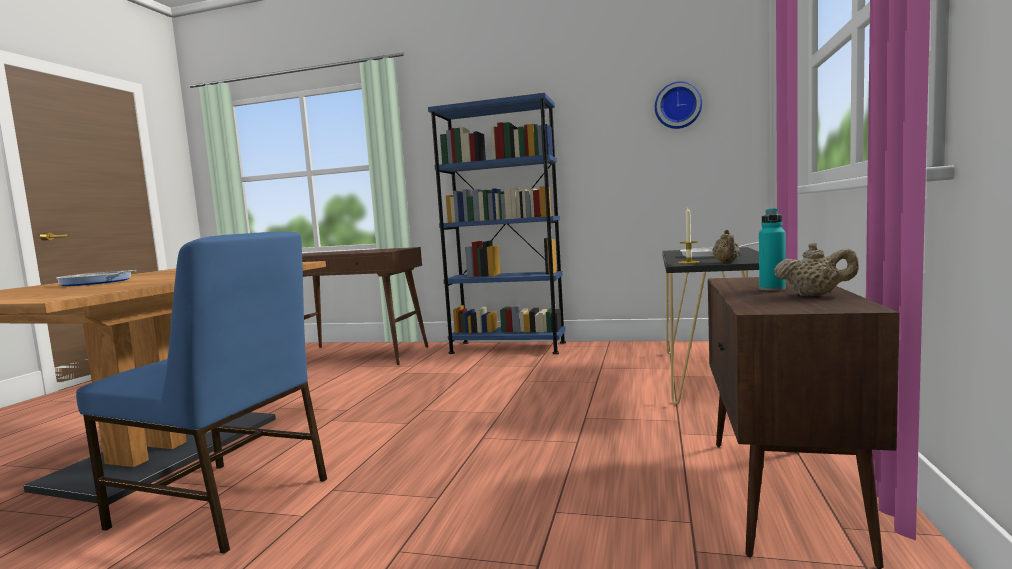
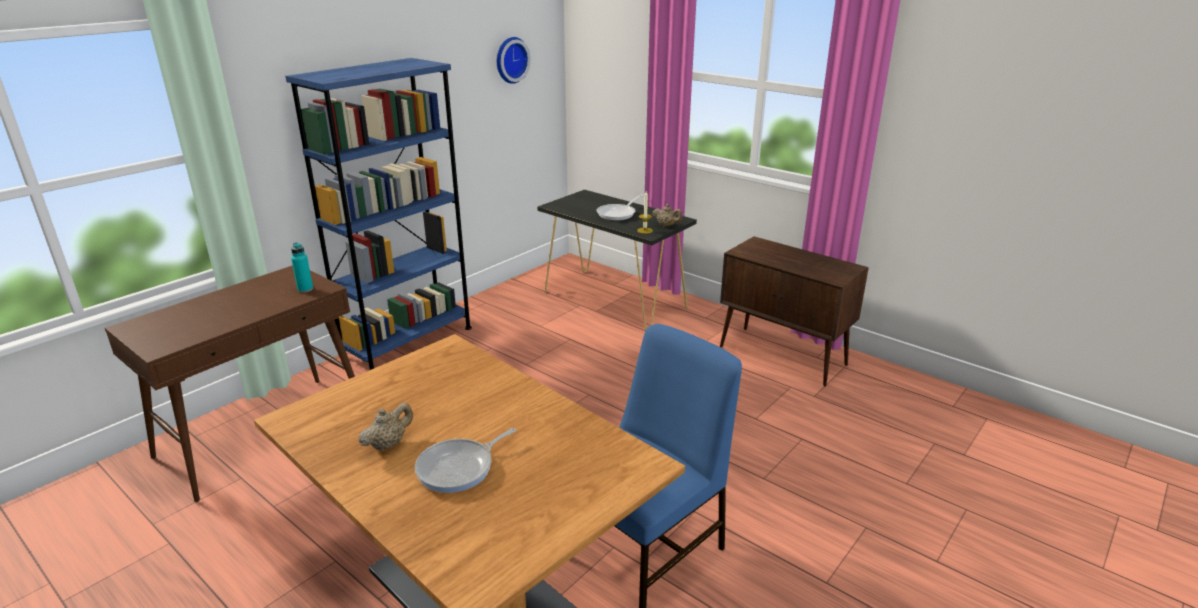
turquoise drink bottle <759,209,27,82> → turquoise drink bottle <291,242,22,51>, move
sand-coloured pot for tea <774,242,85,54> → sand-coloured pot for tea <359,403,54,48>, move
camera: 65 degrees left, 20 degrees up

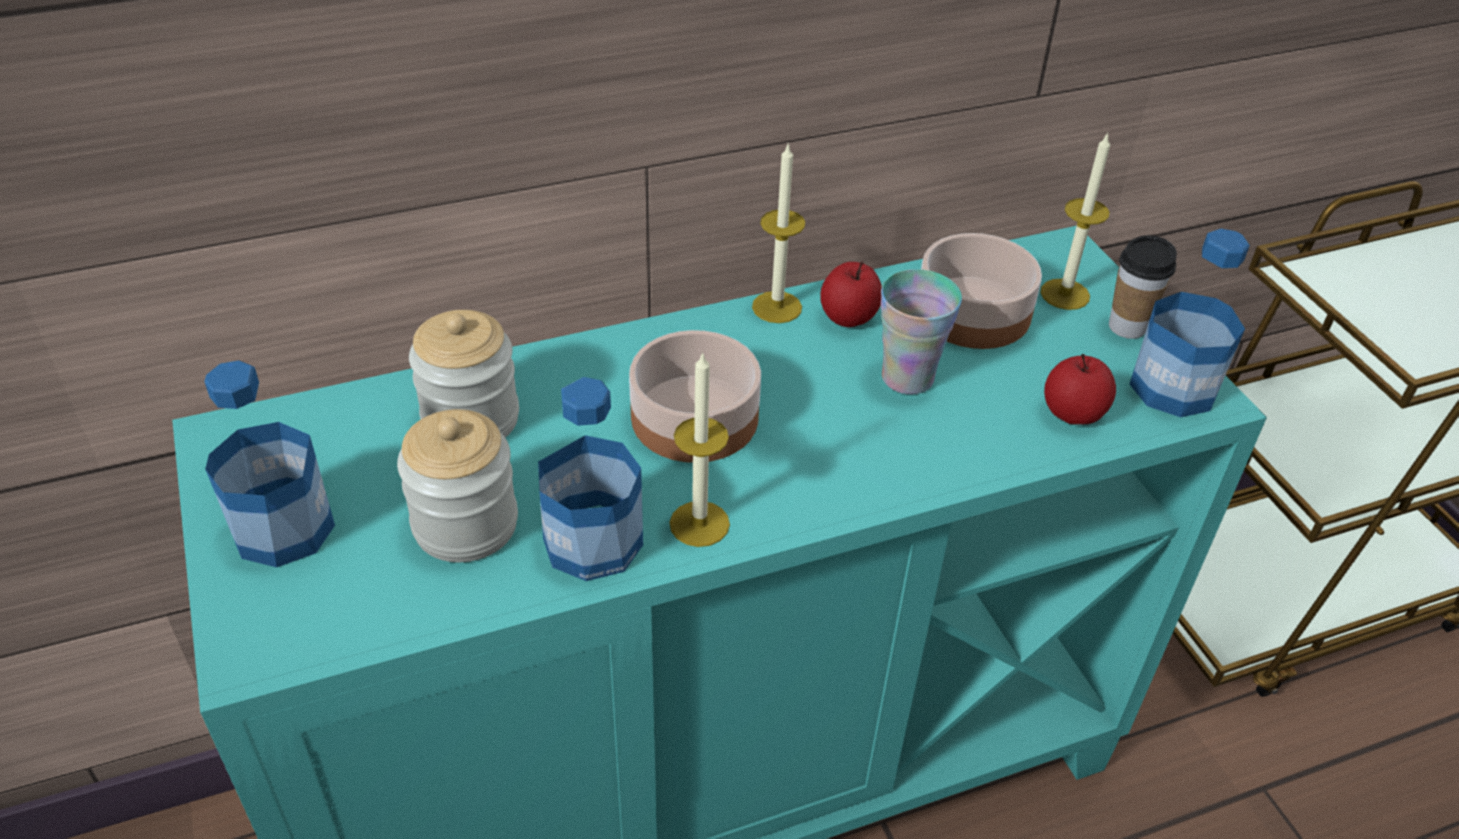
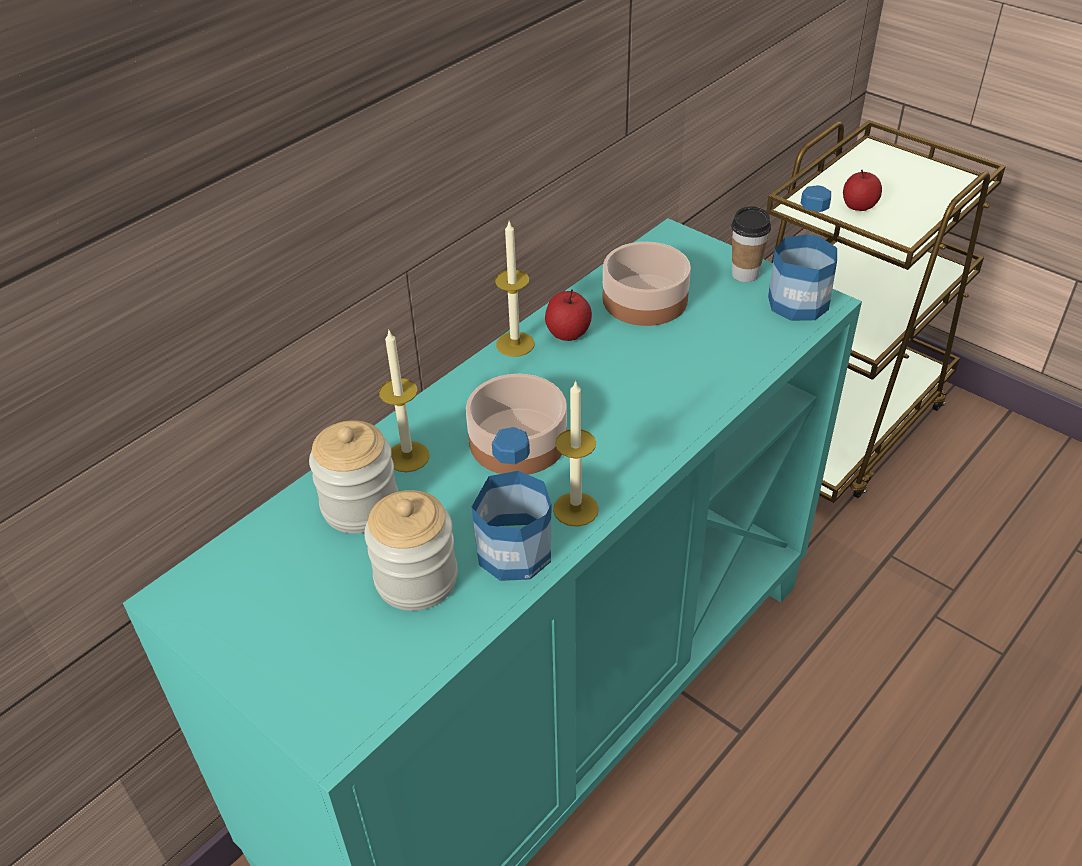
drink bottle <204,361,131,206> → -
drinking cup <881,269,81,126> → -
wax light <1040,132,70,178> → wax light <379,329,51,143>, move
apple <1044,354,72,71> → apple <843,170,39,41>, move
camera: 25 degrees left, 0 degrees up

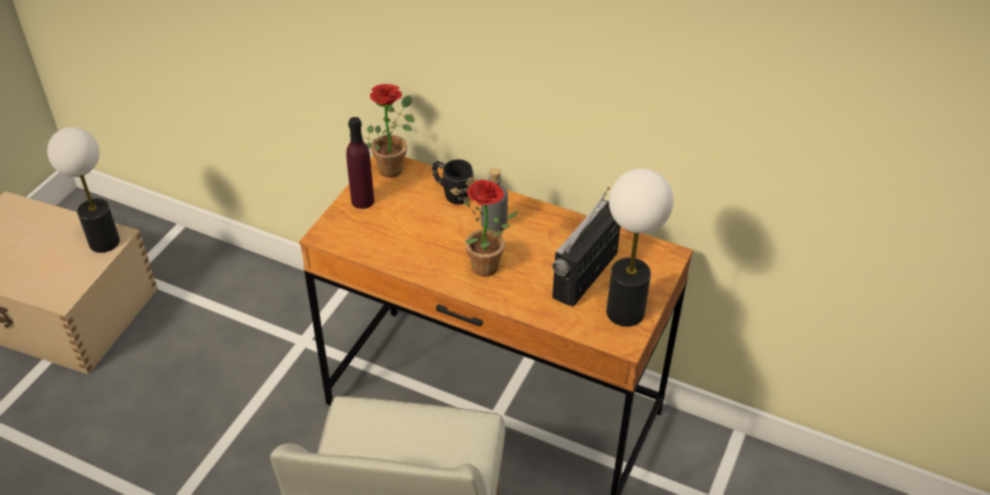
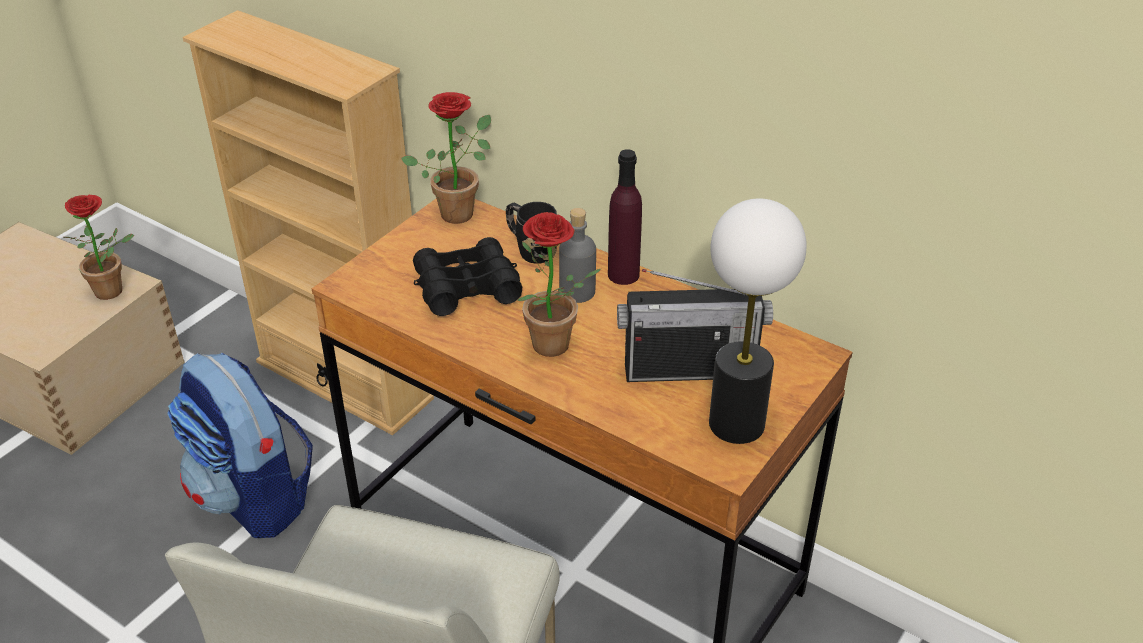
- → backpack <167,353,146,185>
- → sand-coloured bookshelf <182,10,252,425>
- → black pair of binoculars <413,237,109,79>
purplish drink bottle <346,117,28,92> → purplish drink bottle <608,149,34,136>, move
table lamp <47,127,73,126> → houseplant <63,195,71,105>
radio receiver <552,187,69,119> → radio receiver <617,269,156,113>, 135 degrees counterclockwise
camera: 10 degrees right, 5 degrees down

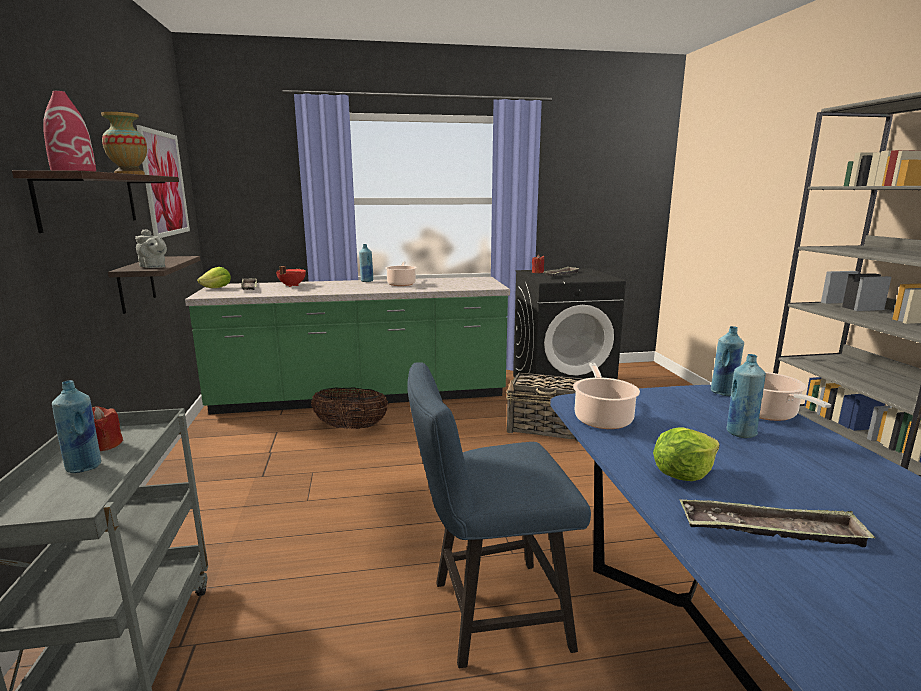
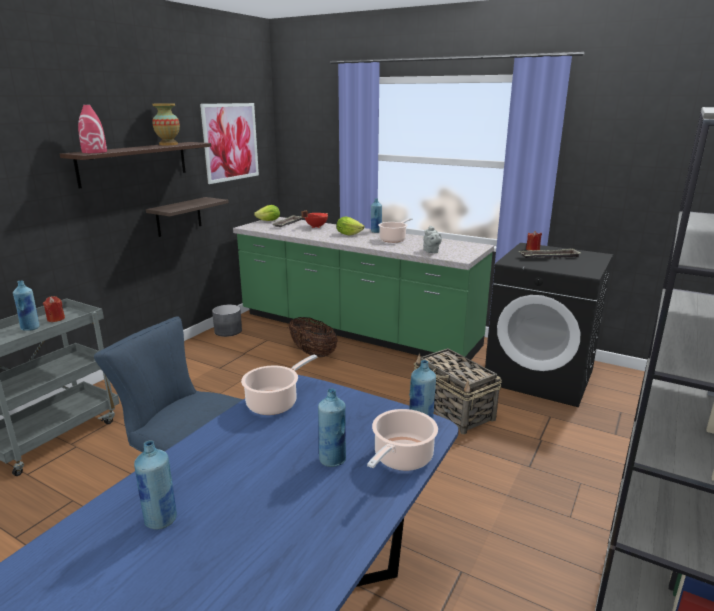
- → grey planter <212,305,30,32>
grey pot for tea <135,229,32,39> → grey pot for tea <423,226,19,27>, move
lettuce head <653,427,67,54> → lettuce head <336,217,28,19>, move
tray <679,499,196,48> → blue-coloured drink bottle <134,440,43,90>
camera: 40 degrees right, 5 degrees up

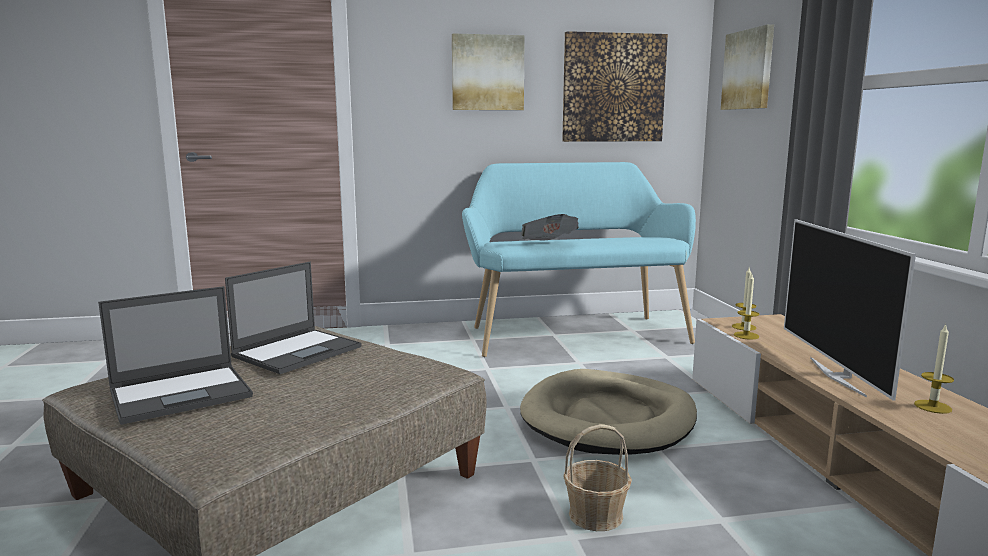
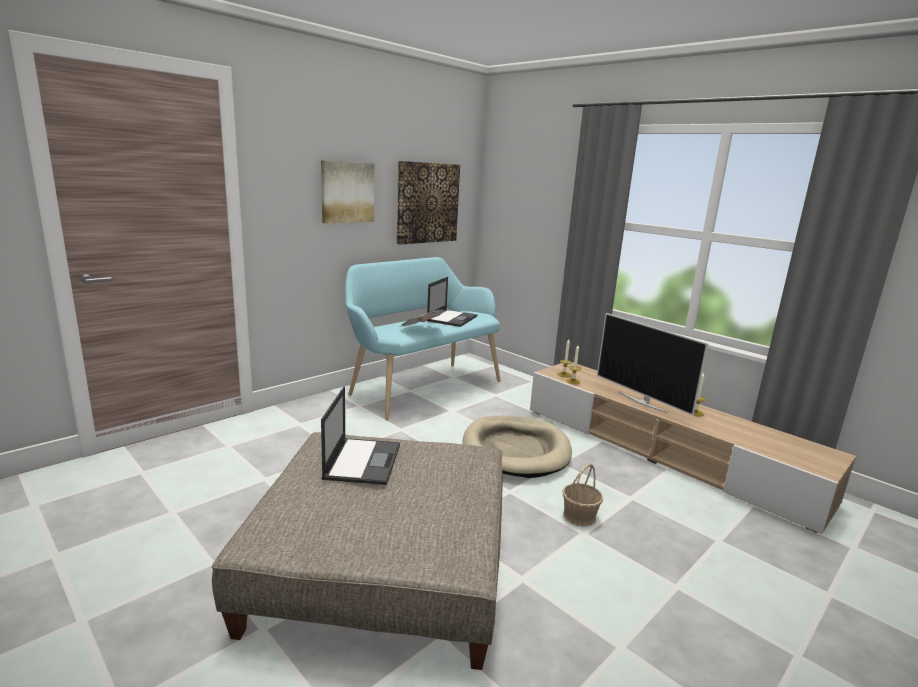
picture <721,24,53,86> → -
portable computer <98,286,155,139> → portable computer <426,277,51,50>, move
camera: 35 degrees left, 5 degrees up

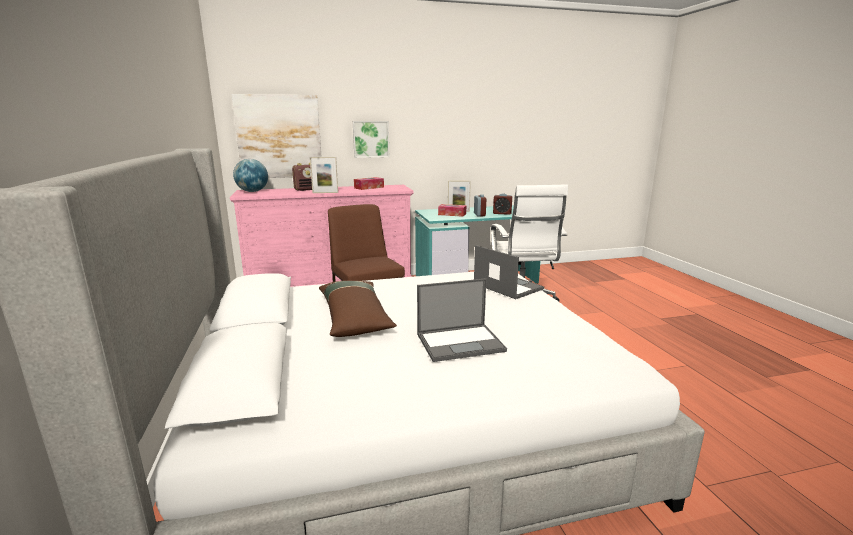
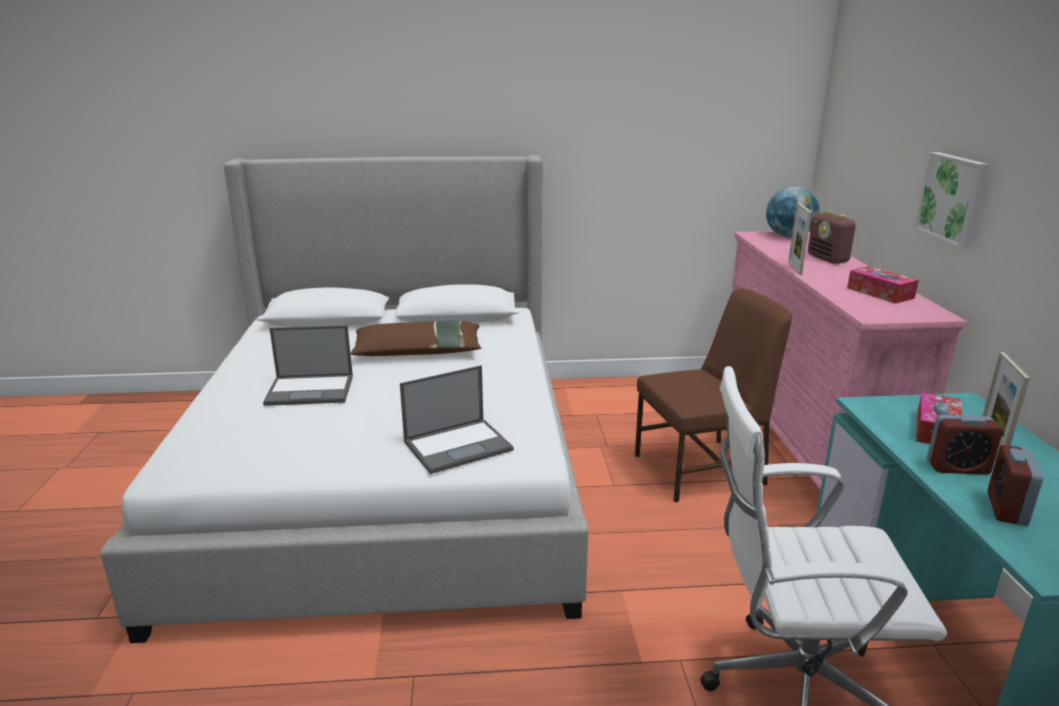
picture <231,94,91,84> → -
portable computer <417,278,90,84> → portable computer <263,325,90,81>, 90 degrees counterclockwise
camera: 100 degrees right, 5 degrees up

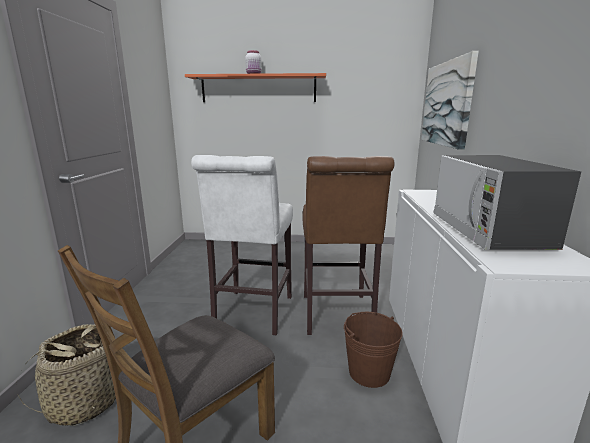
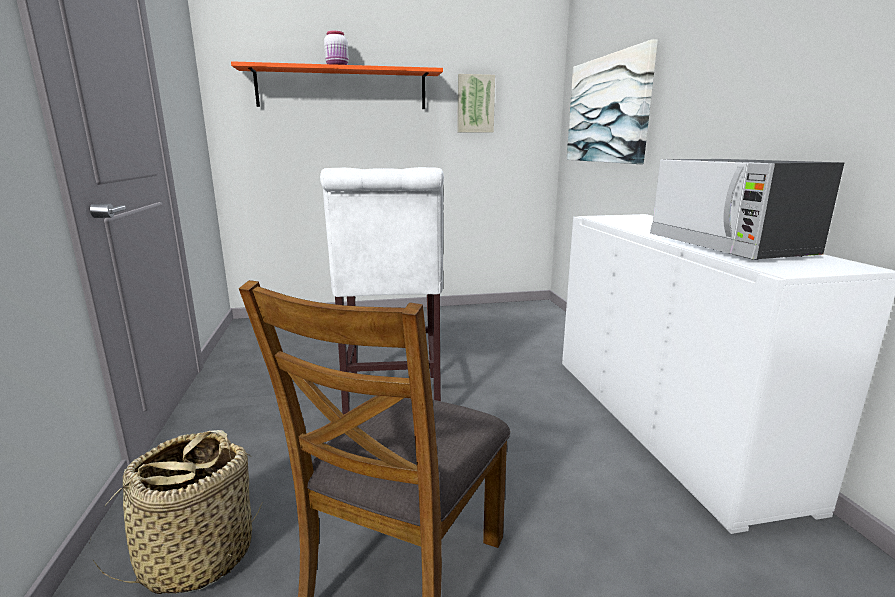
brown sitting stool <302,156,93,179> → -
brown pail <344,312,59,76> → -
- → picture <458,74,37,59>
camera: 15 degrees left, 0 degrees up

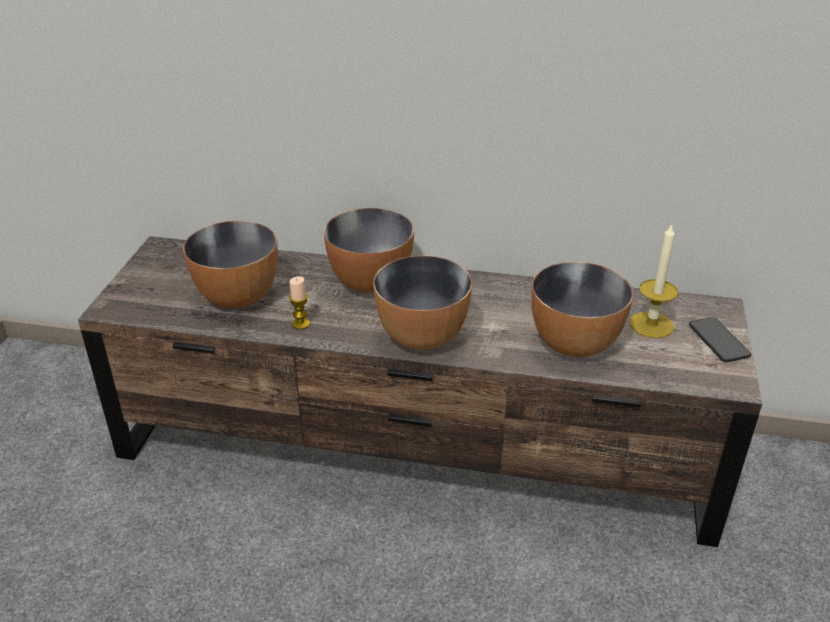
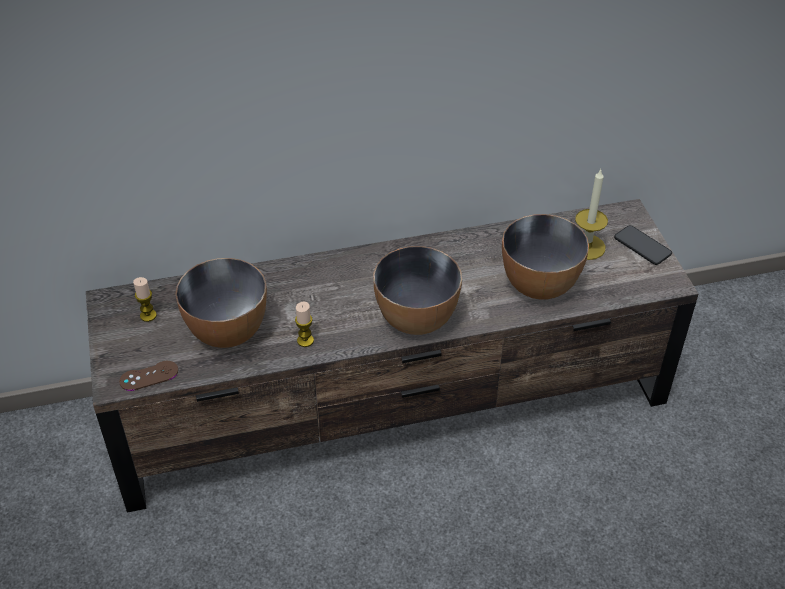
serving bowl <324,208,90,85> → -
- → brown game controller <119,361,59,30>
- → wax light <133,277,24,45>
camera: 25 degrees left, 10 degrees up

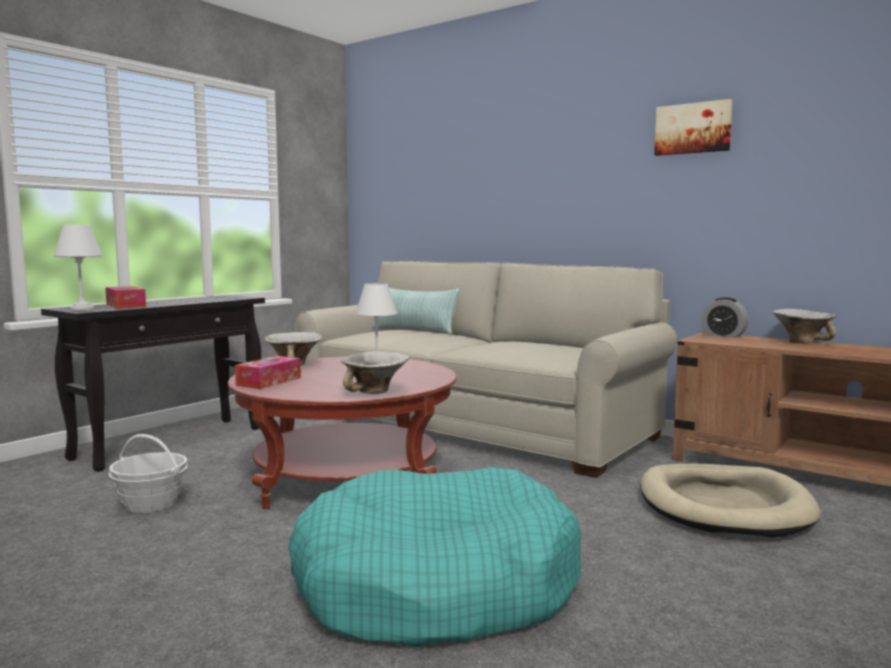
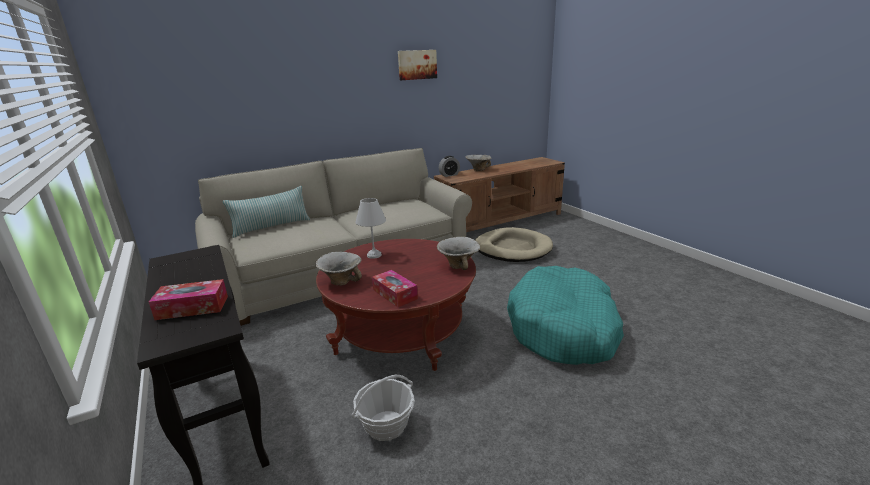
white table lamp <54,224,49,87> → -
camera: 65 degrees left, 15 degrees up

